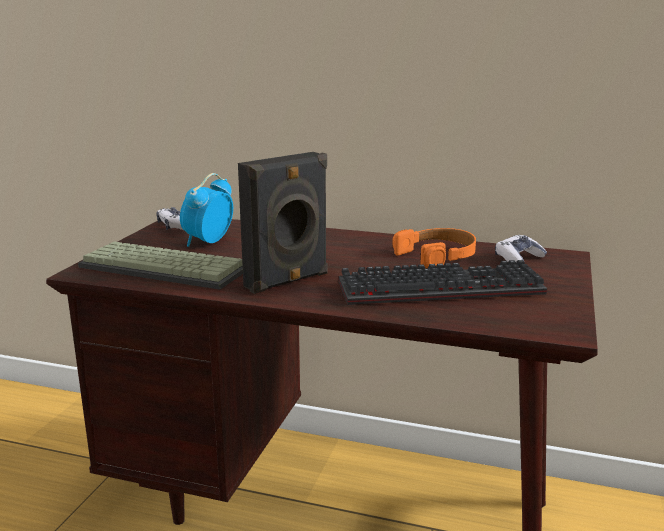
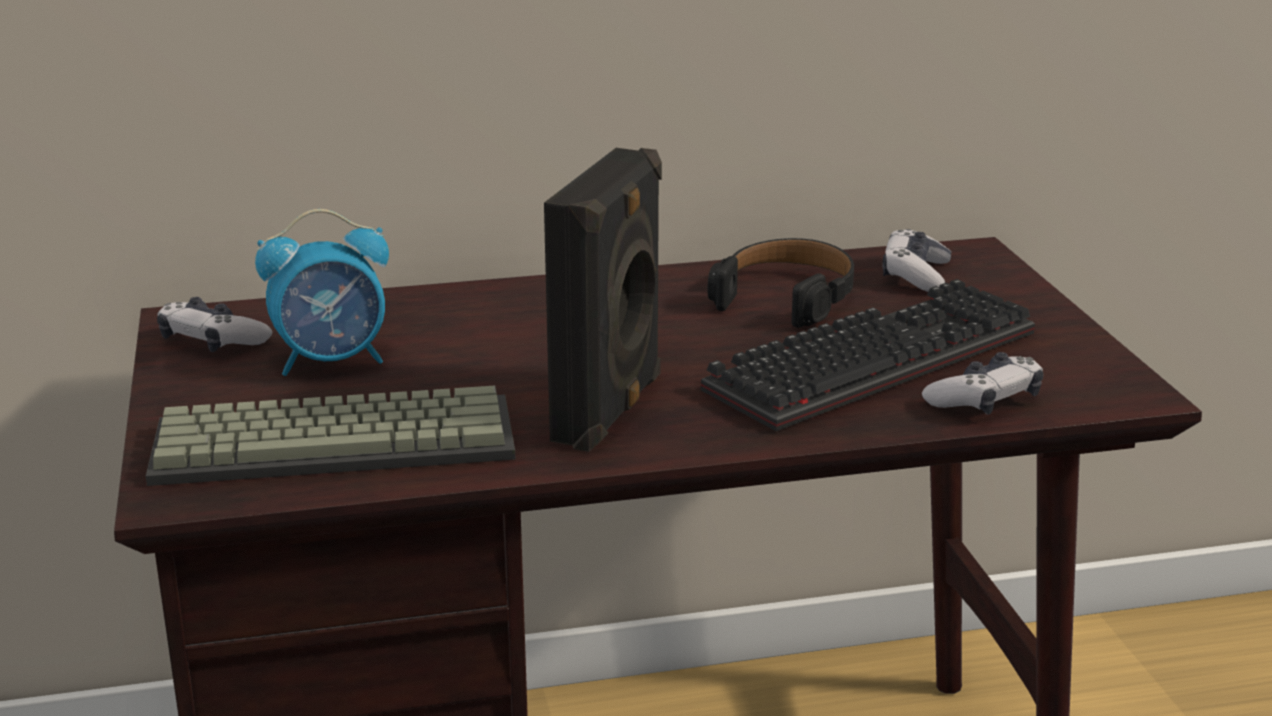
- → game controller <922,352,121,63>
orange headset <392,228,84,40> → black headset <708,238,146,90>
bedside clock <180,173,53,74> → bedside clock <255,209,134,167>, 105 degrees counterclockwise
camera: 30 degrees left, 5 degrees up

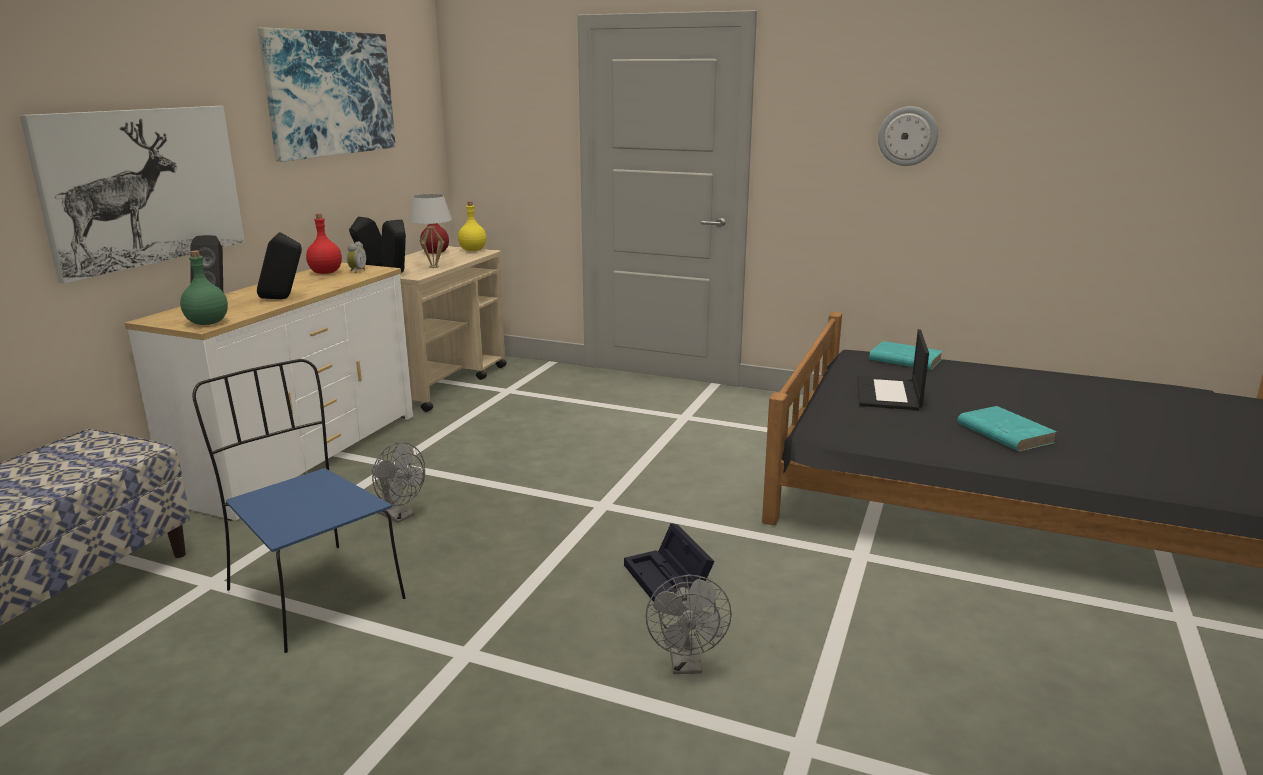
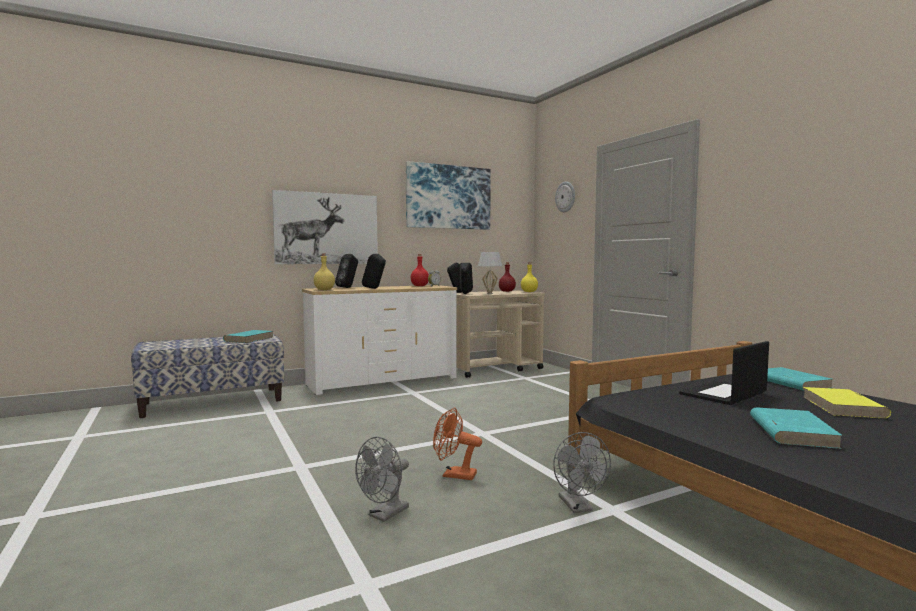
blue-coloured plain chair <192,359,214,294> → -
- → turquoise volume <223,330,50,13>
- → yellowish volume <803,387,88,31>
grey electric fan <372,442,53,81> → grey electric fan <553,432,58,81>, move
clock on the wall <878,106,60,60> → clock on the wall <555,181,20,31>, move
black storage bin <624,523,91,79> → orange electric fan <433,408,49,72>
green drink bottle <180,250,48,75> → yellowish drink bottle <313,253,22,37>
camera: 40 degrees right, 15 degrees down

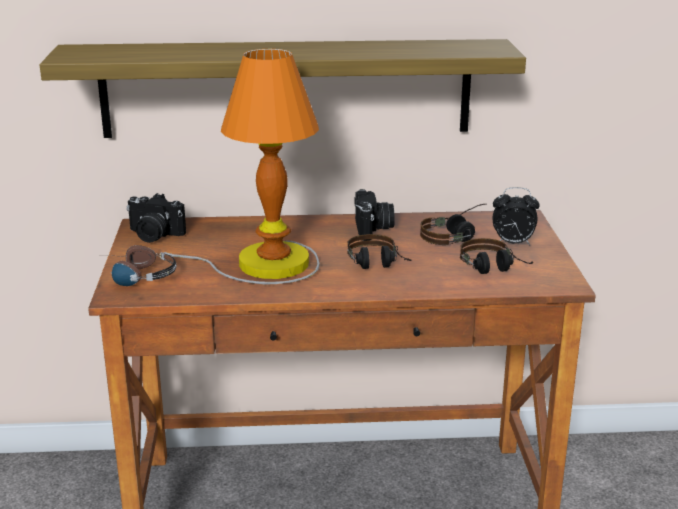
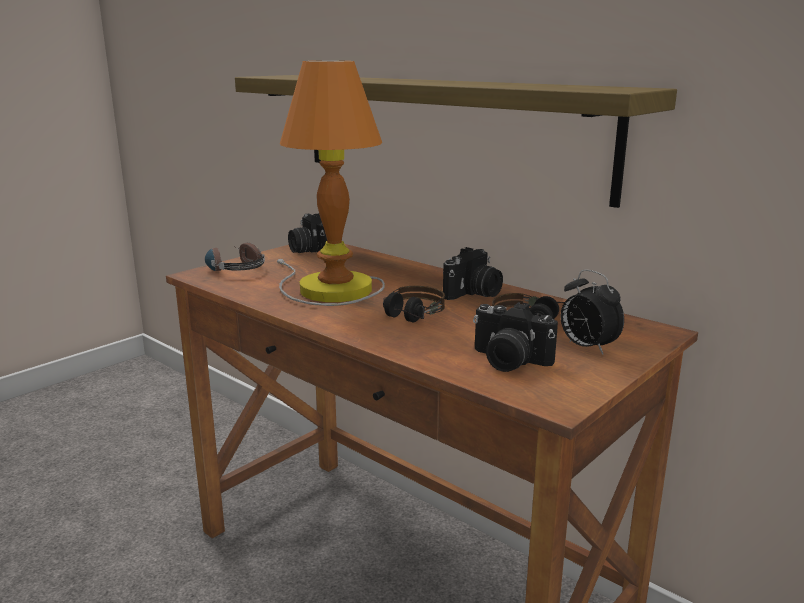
headset <460,238,73,36> → still camera <473,302,85,70>
camera: 45 degrees right, 5 degrees down

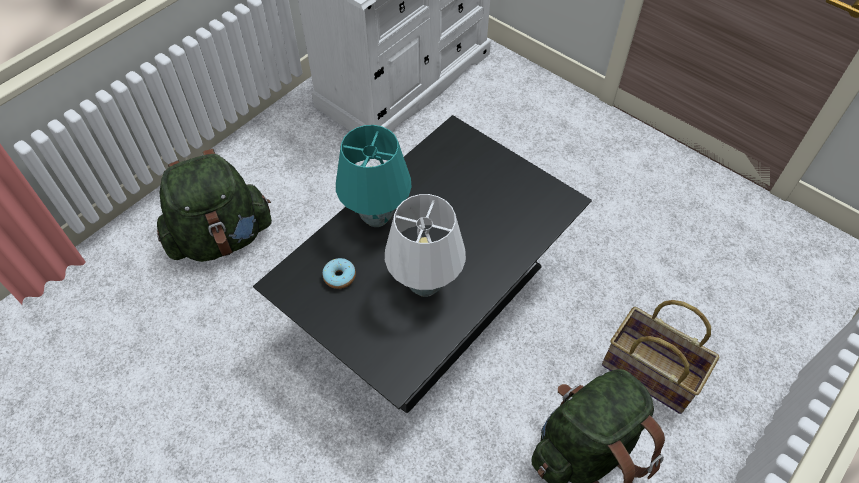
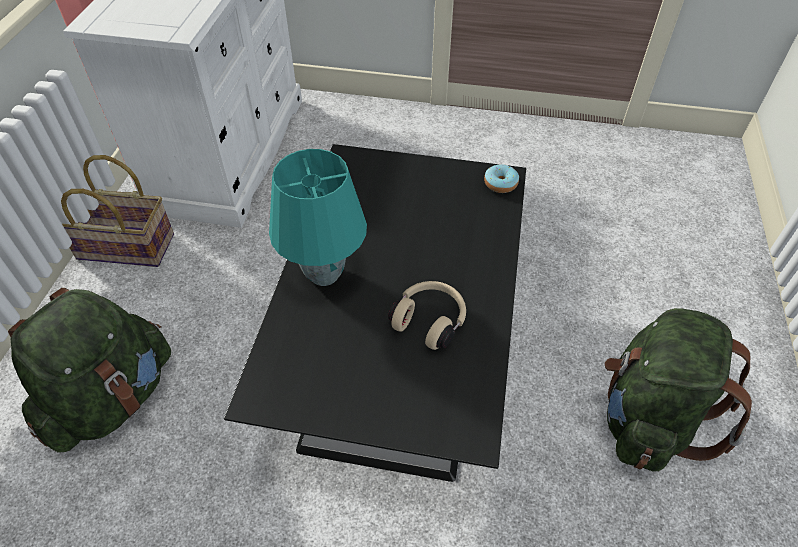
doughnut <322,258,34,31> → doughnut <484,164,35,29>, move
basket <602,300,117,114> → basket <61,155,113,112>, move
white table lamp <385,194,81,103> → sand-coloured headset <388,281,78,69>
camera: 30 degrees left, 5 degrees down

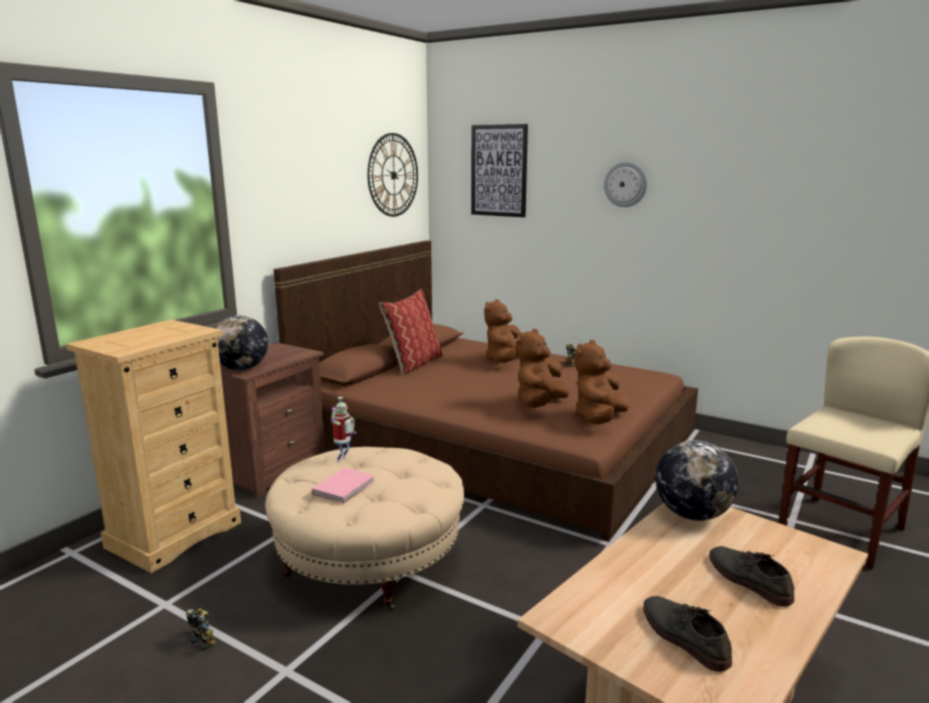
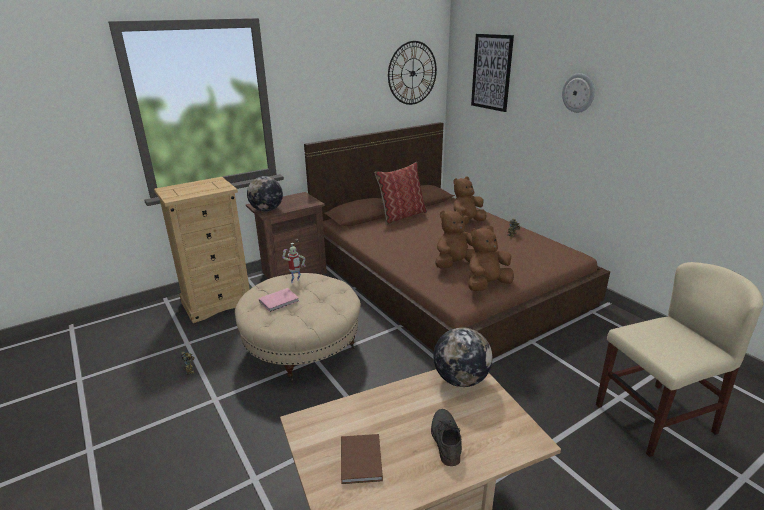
grey low shoe <643,596,89,76> → brown volume <341,434,42,50>
camera: 25 degrees right, 10 degrees up

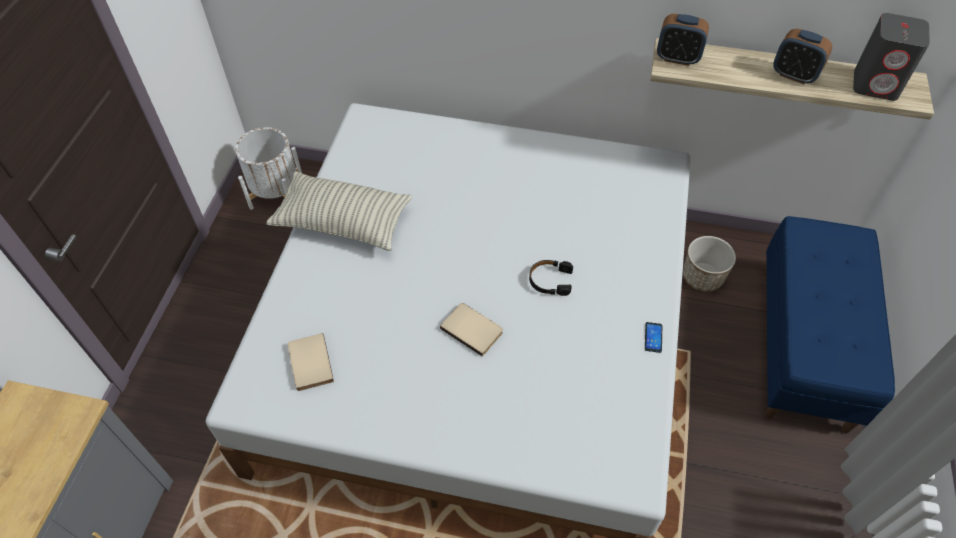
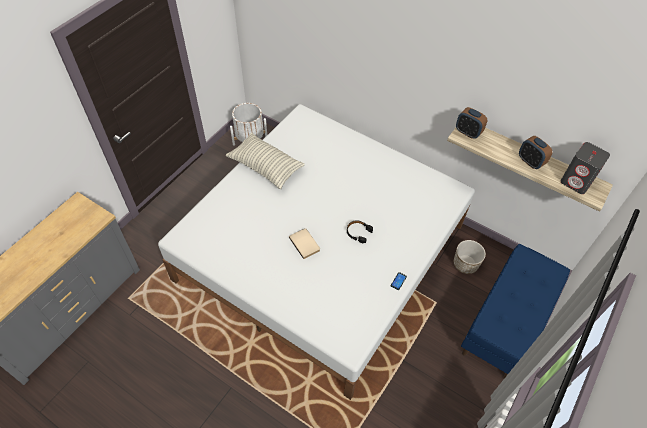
sand-coloured volume <288,333,46,58> → -
camera: 20 degrees right, 0 degrees up

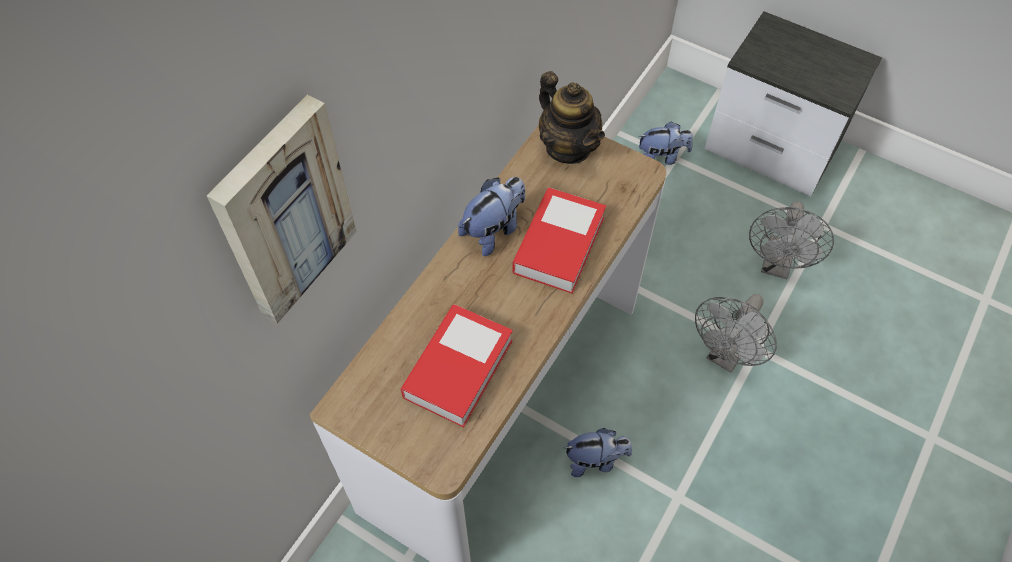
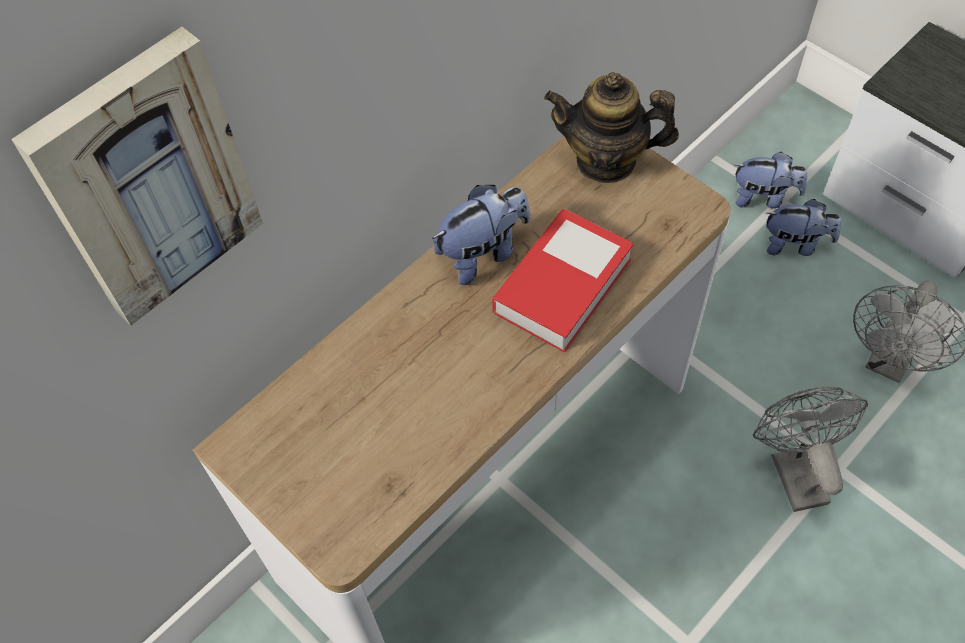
volume <401,304,112,123> → -
plush toy <564,428,68,49> → plush toy <766,199,75,57>, move
pot for tea <539,71,66,93> → pot for tea <544,72,135,111>, 120 degrees clockwise
grey electric fan <695,294,82,79> → grey electric fan <753,387,115,125>, 120 degrees clockwise
camera: 15 degrees right, 0 degrees up

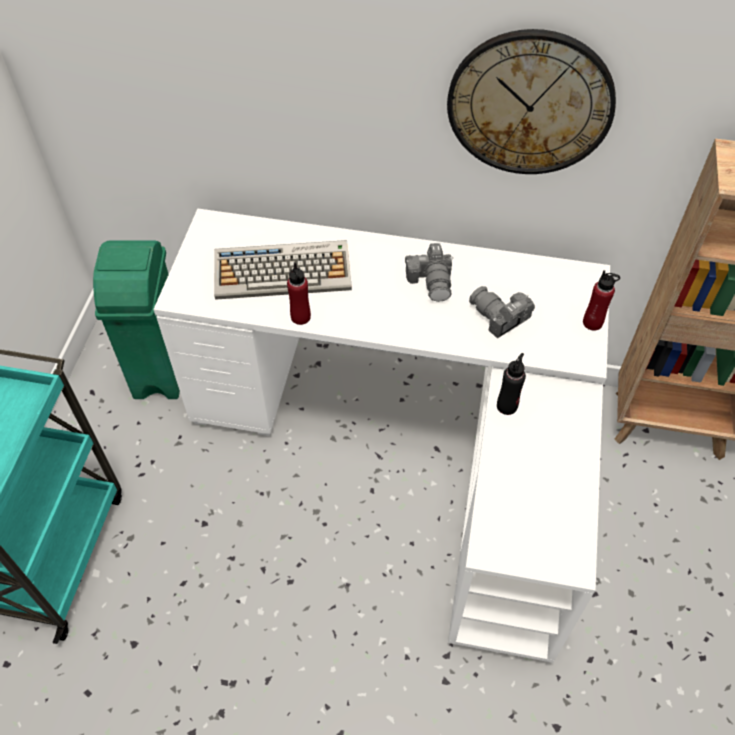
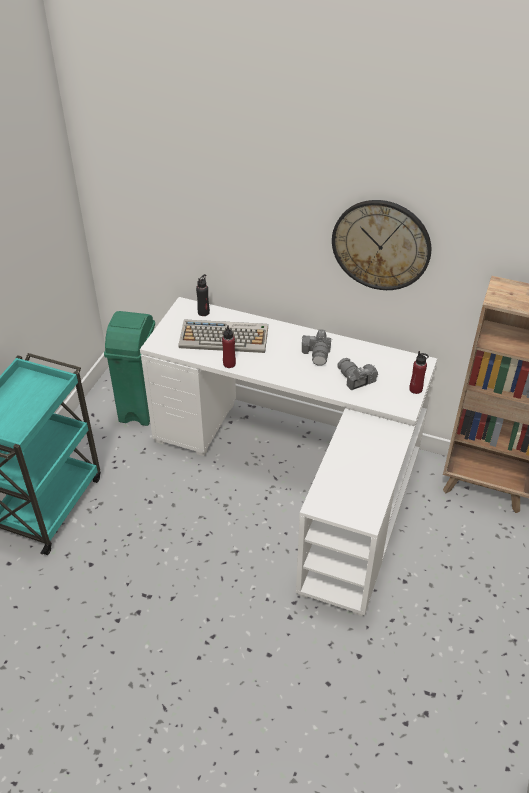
black drink bottle <497,353,29,62> → black drink bottle <196,274,14,42>, move
camera: 10 degrees right, 10 degrees down

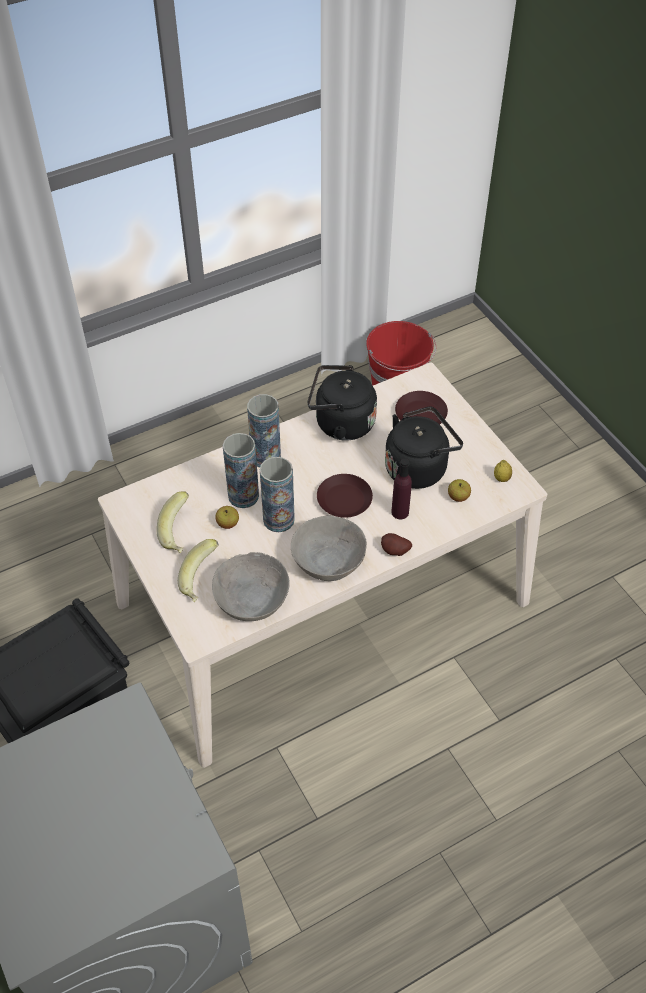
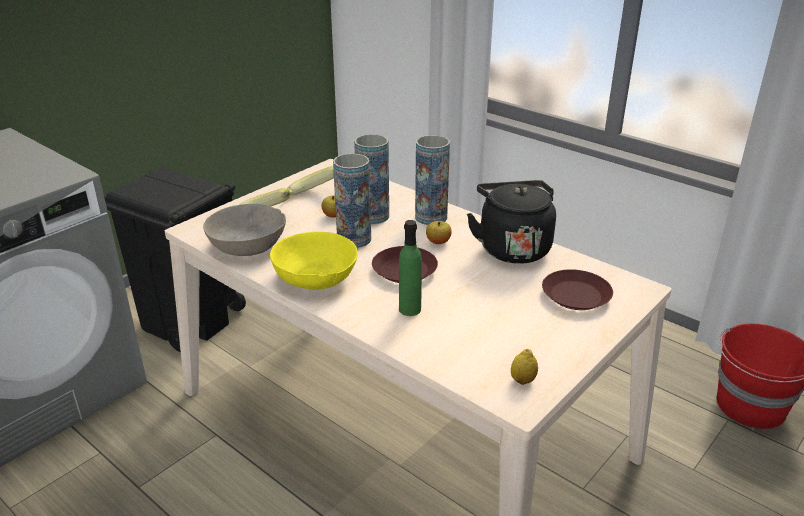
spud <381,533,31,23> → -
black tea kettle <385,406,78,83> → -
apple <448,479,23,23> → apple <426,221,26,23>, move
grey serving bowl <291,516,76,65> → yellowish serving bowl <270,232,88,57>
purplish drink bottle <391,459,21,60> → green drink bottle <399,220,23,96>
camera: 70 degrees right, 20 degrees down

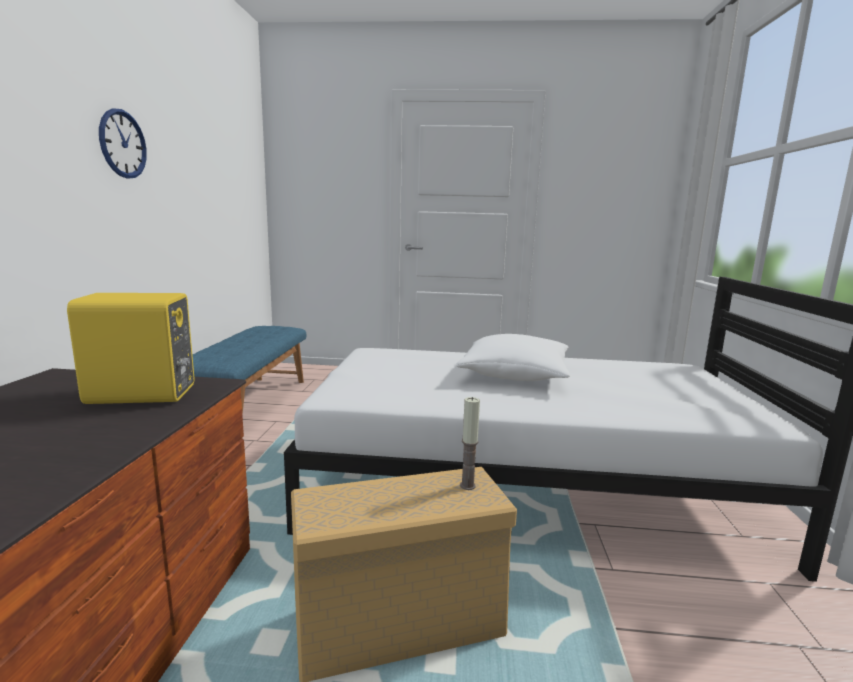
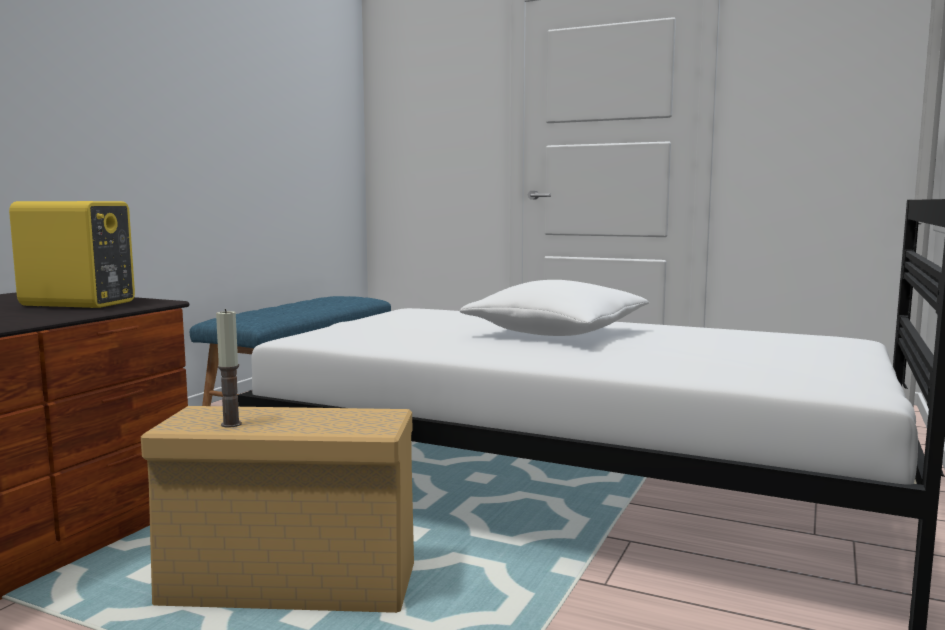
clock on the wall <99,109,48,70> → -
wax light <460,397,20,93> → wax light <216,309,26,119>, move
camera: 20 degrees right, 5 degrees down

